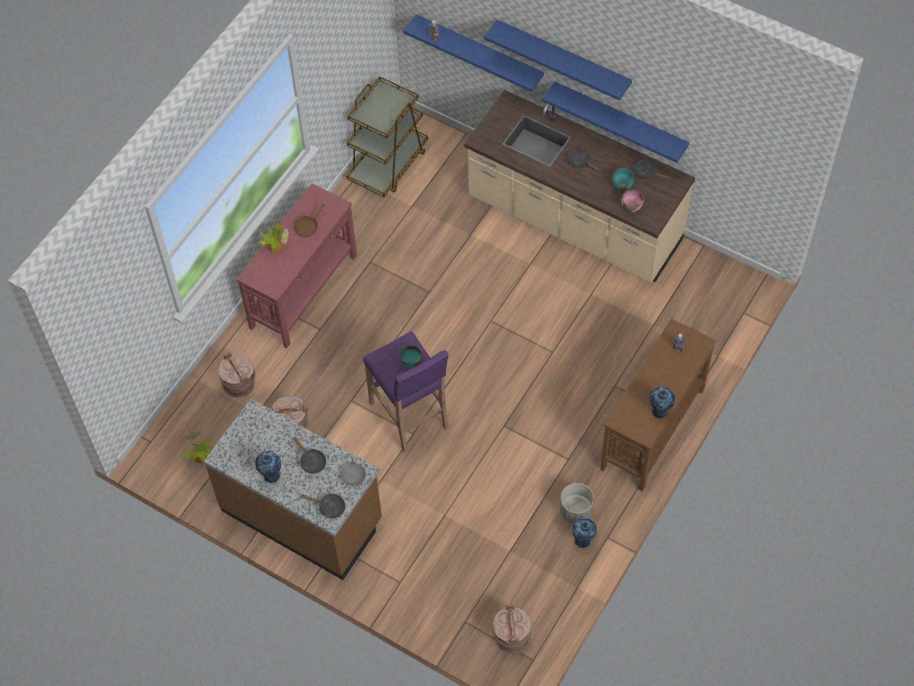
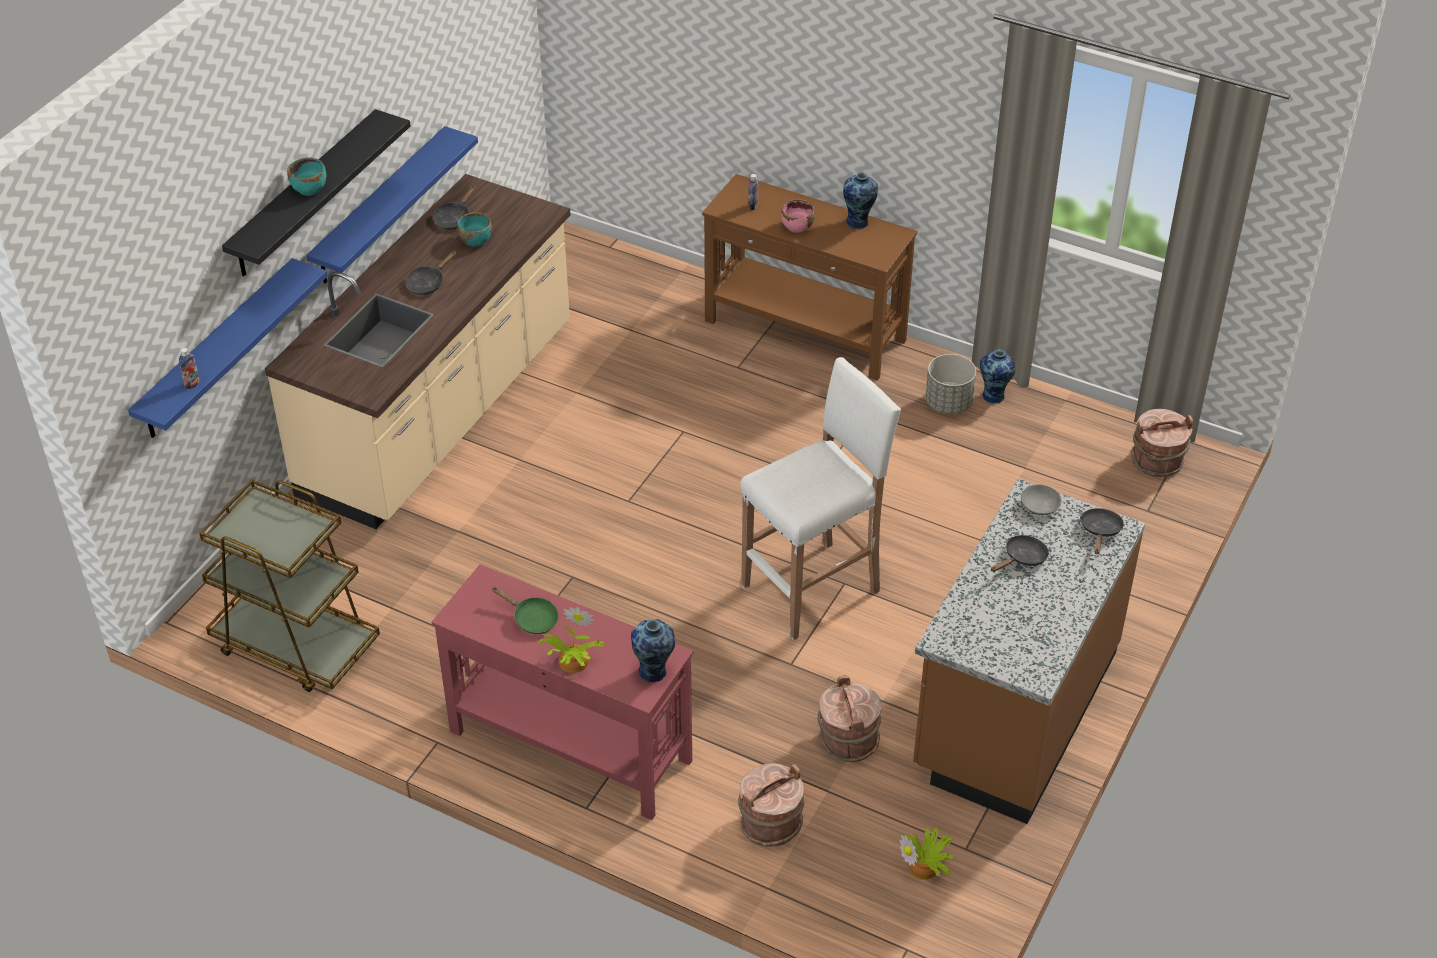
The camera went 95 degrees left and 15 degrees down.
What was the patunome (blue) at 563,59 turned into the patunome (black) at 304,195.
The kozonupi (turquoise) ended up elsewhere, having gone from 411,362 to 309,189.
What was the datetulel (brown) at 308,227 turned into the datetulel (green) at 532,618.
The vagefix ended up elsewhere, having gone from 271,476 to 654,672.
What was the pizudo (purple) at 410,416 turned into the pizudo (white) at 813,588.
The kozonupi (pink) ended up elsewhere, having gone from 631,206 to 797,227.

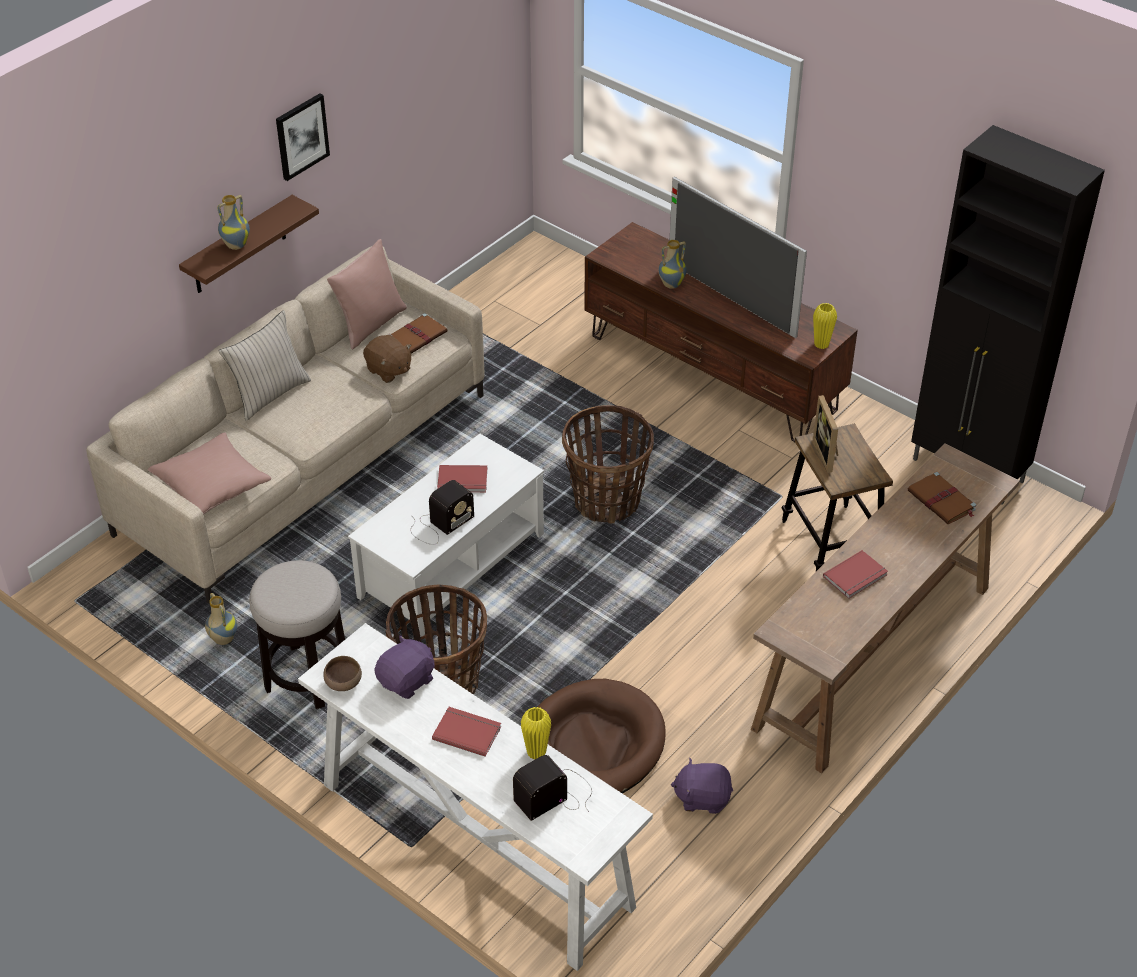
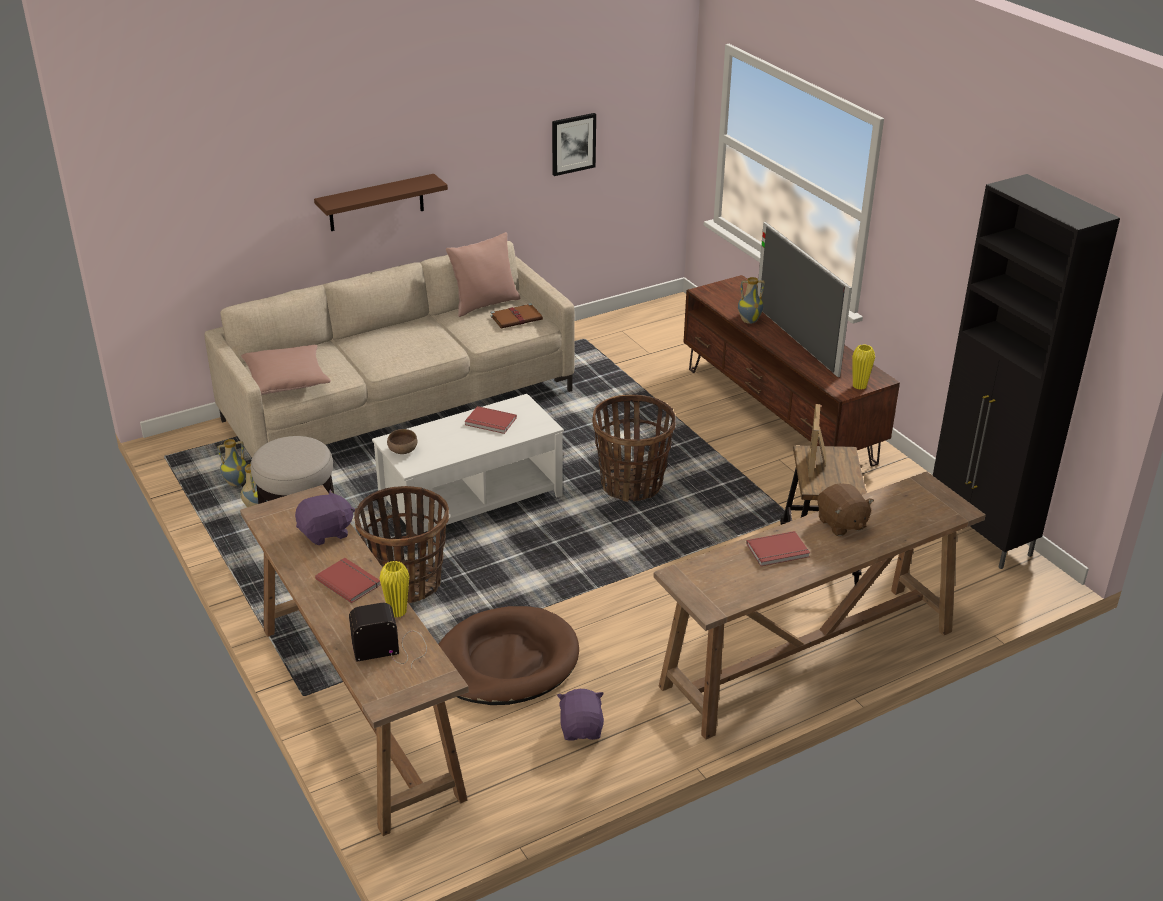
The camera went 20 degrees right and 10 degrees down.
The vagefix ended up elsewhere, having gone from 236,245 to 236,482.
What was the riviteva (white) at 473,844 turned into the riviteva (brown) at 357,708.
The kozonupi (brown) ended up elsewhere, having gone from 344,683 to 403,451.
The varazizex ended up elsewhere, having gone from 301,136 to 573,143.
The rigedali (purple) at 702,797 ended up facing another way, 60 degrees clockwise from before.
The rigedali (brown) ended up elsewhere, having gone from 388,370 to 841,524.
The second view lost the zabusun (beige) at 269,394.
The second view lost the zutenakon at 439,525.
The second view lost the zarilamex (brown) at 942,501.

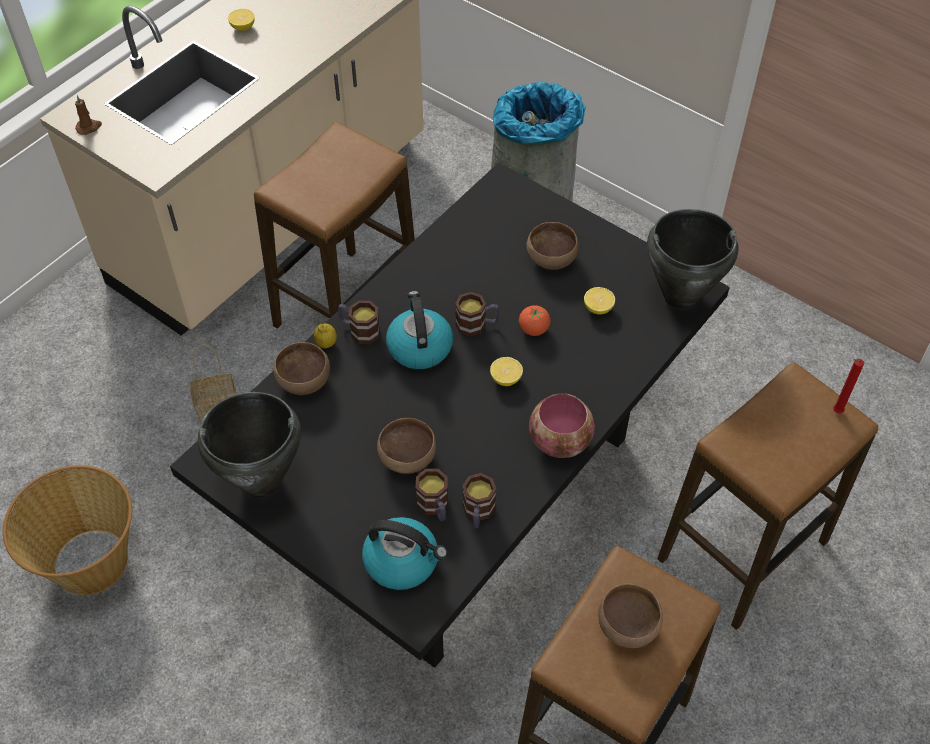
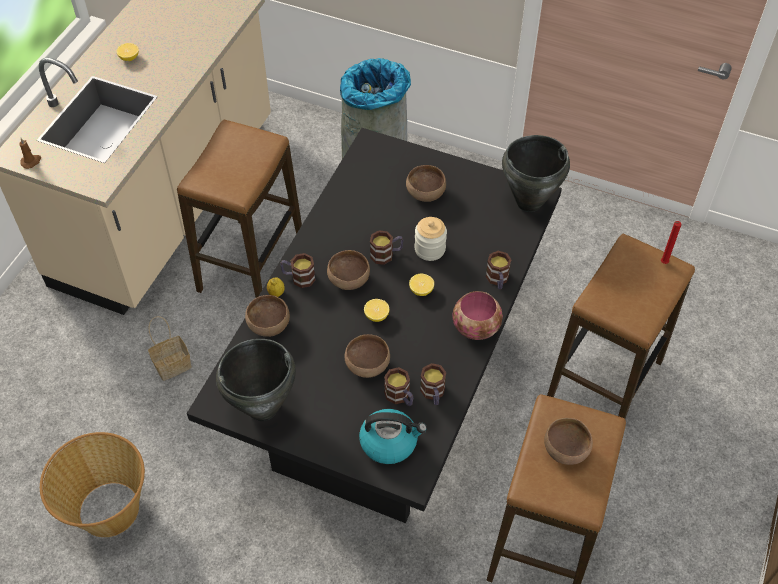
The camera went 15 degrees left and 0 degrees up.
Where the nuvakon stood at 419,346, the kozonupi (brown) came to stand at 348,280.
The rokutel ended up elsewhere, having gone from 598,308 to 376,316.
Where the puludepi stood at 533,329, the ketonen came to stand at 430,249.
The second view gained the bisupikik at 497,280.

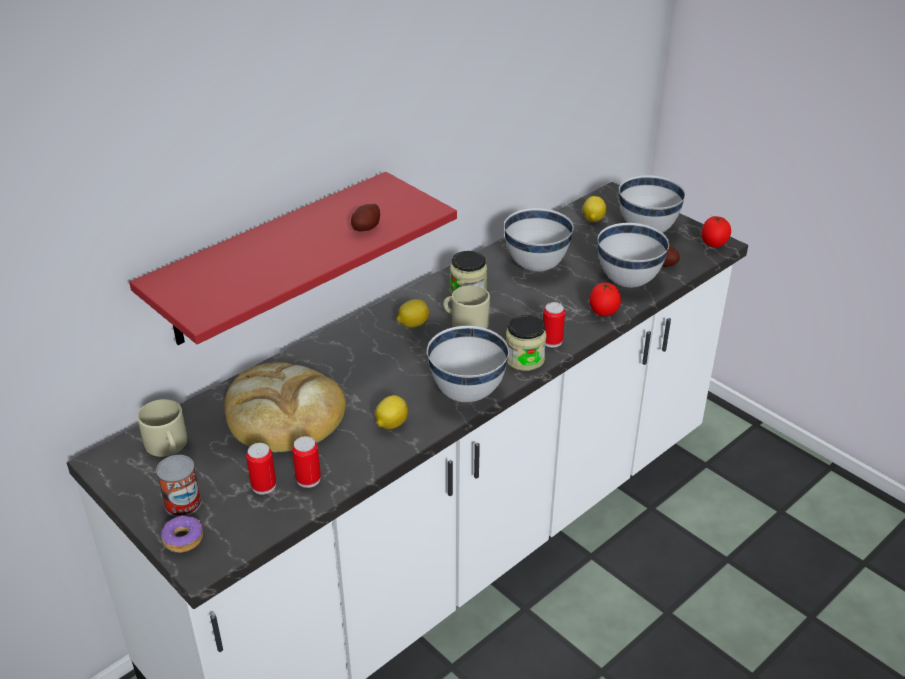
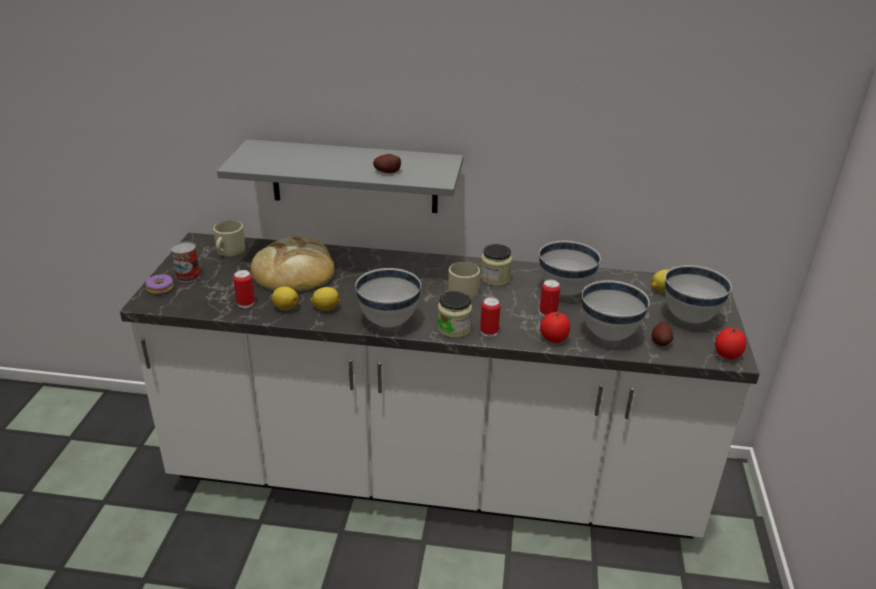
The camera went 50 degrees right and 5 degrees down.
What was the patunome (red) at 272,259 turned into the patunome (grey) at 354,176.
The rokutel ended up elsewhere, having gone from 412,324 to 285,307.
The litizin ended up elsewhere, having gone from 264,486 to 548,312.

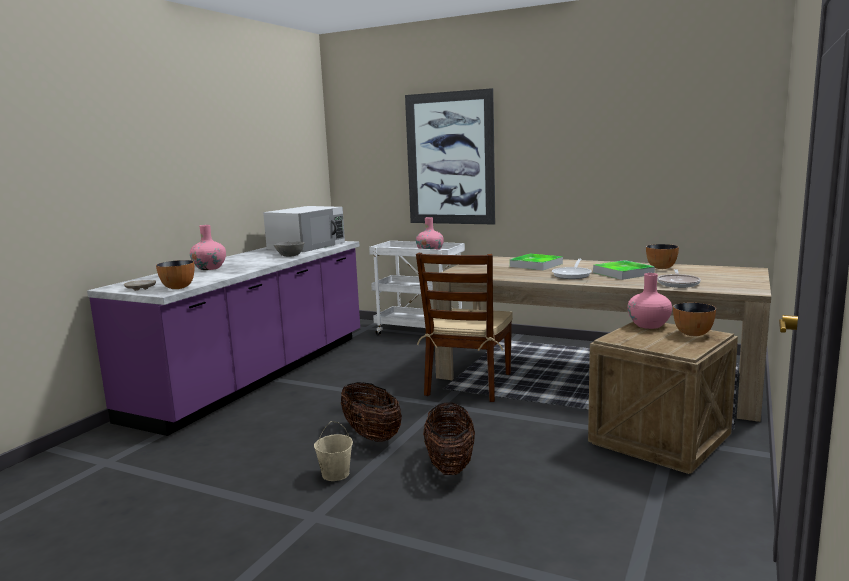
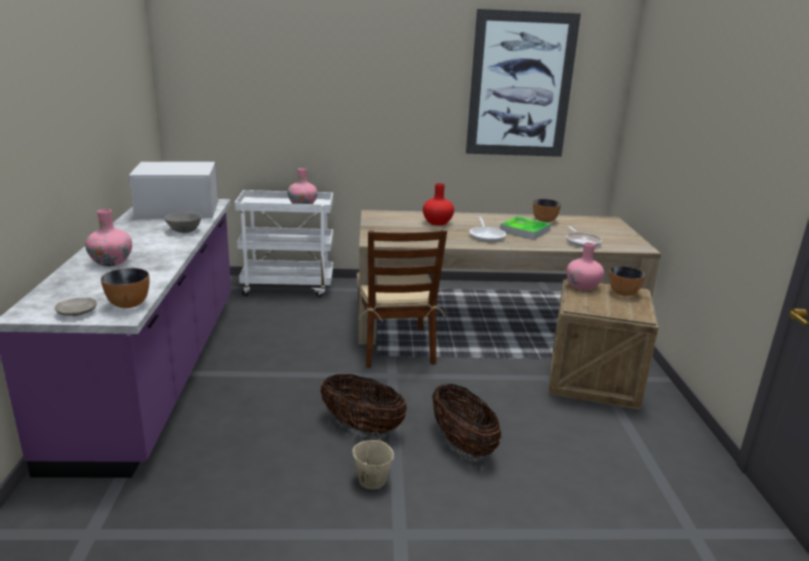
The camera went 30 degrees left and 10 degrees up.
The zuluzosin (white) at 307,245 ended up facing another way, 105 degrees counterclockwise from before.
Where the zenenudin stood at 536,265, the vagefix (red) came to stand at 437,222.
The varazizex ended up elsewhere, having gone from 450,159 to 520,85.

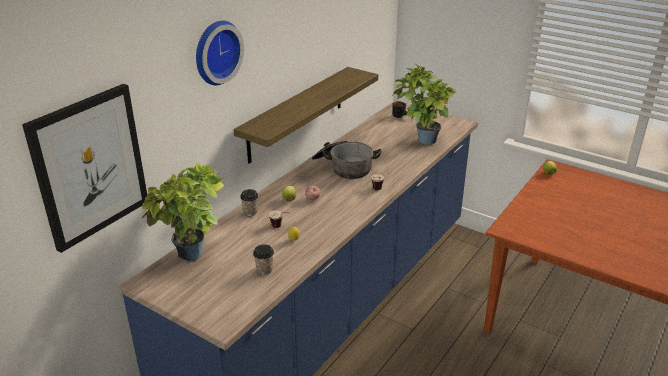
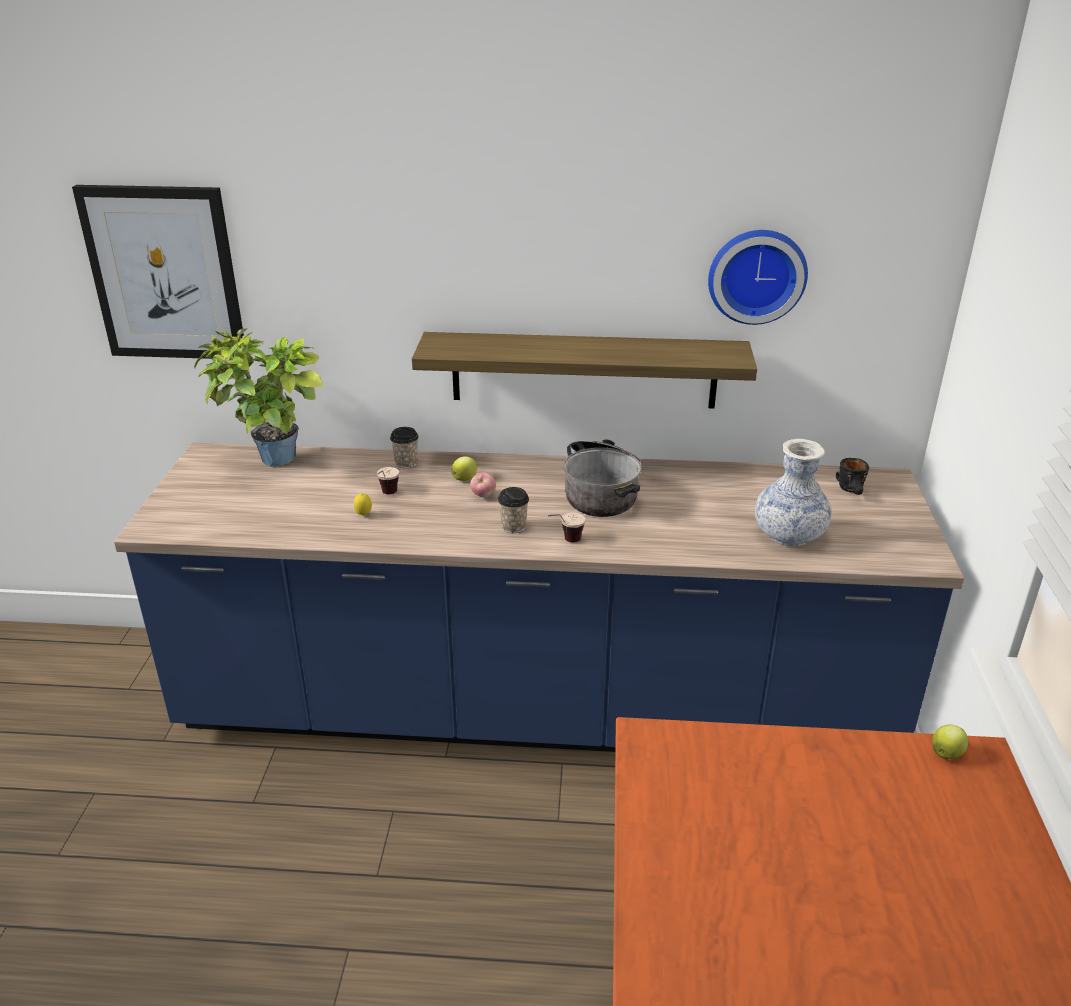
The camera went 60 degrees right and 0 degrees up.
The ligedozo ended up elsewhere, having gone from 264,270 to 513,527.
The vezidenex ended up elsewhere, having gone from 215,52 to 756,275.
Where the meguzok stood at 421,141, the vagefix came to stand at 789,535.

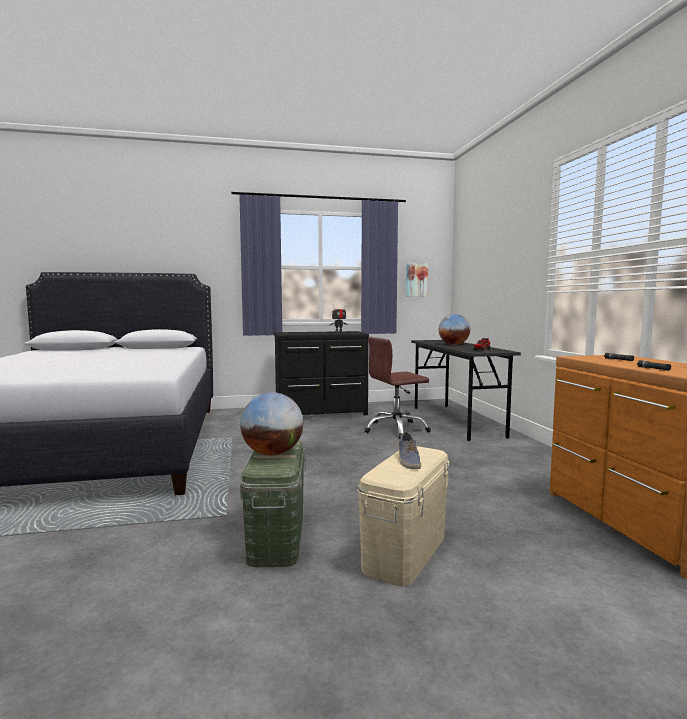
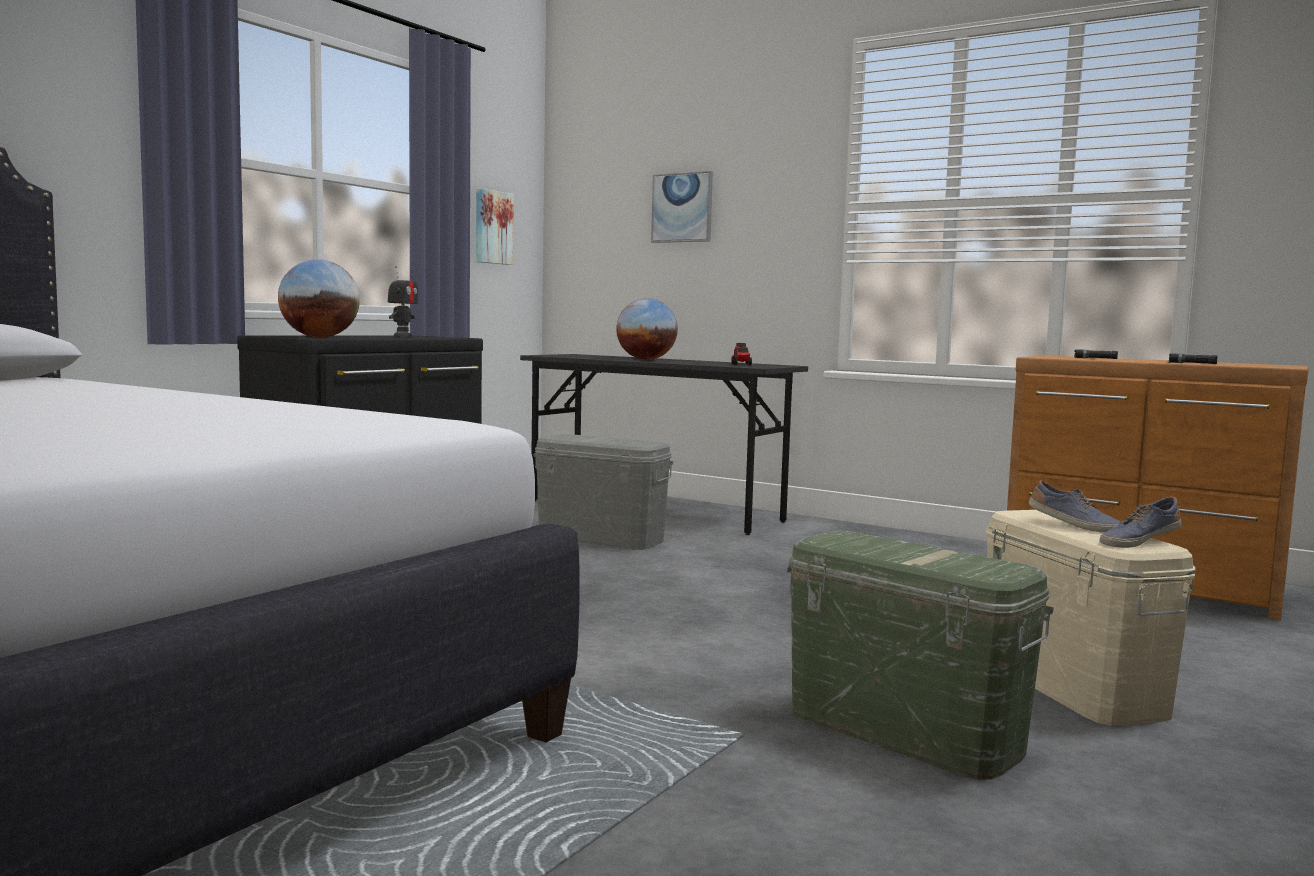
The camera went 45 degrees left and 0 degrees up.
The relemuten ended up elsewhere, having gone from 272,453 to 319,337.
Where the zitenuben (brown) stood at 396,429, the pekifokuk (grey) came to stand at 600,538.
The second view gained the varazizex at 682,208.
The second view gained the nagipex at 1138,542.

